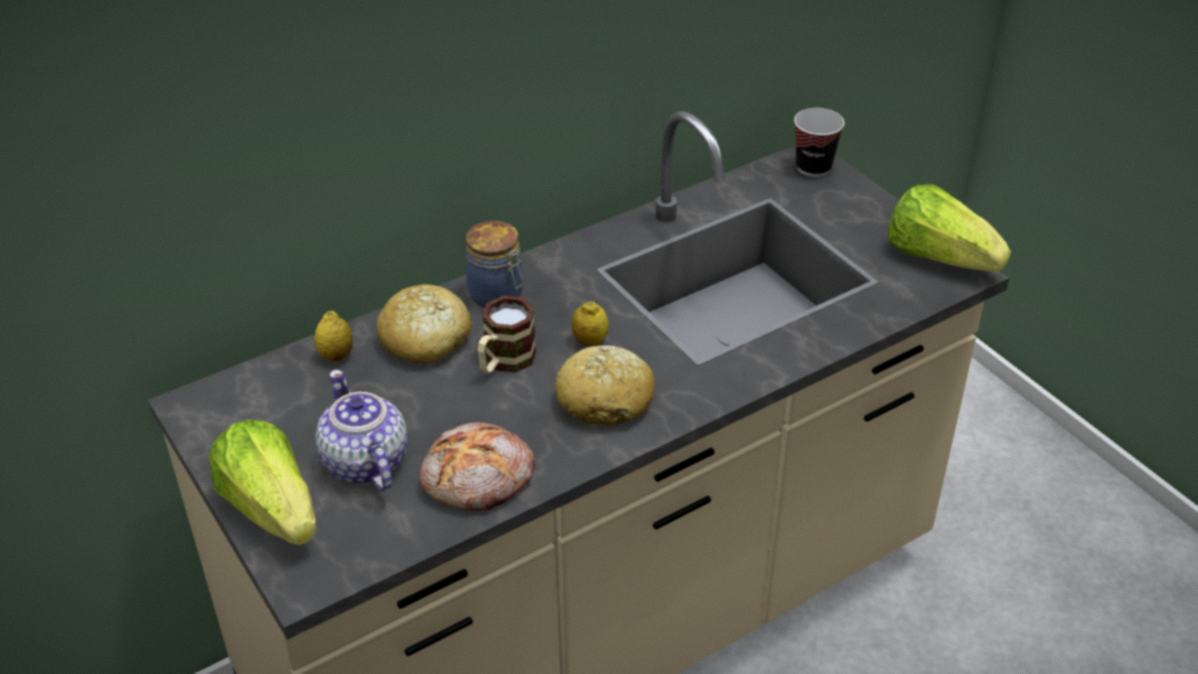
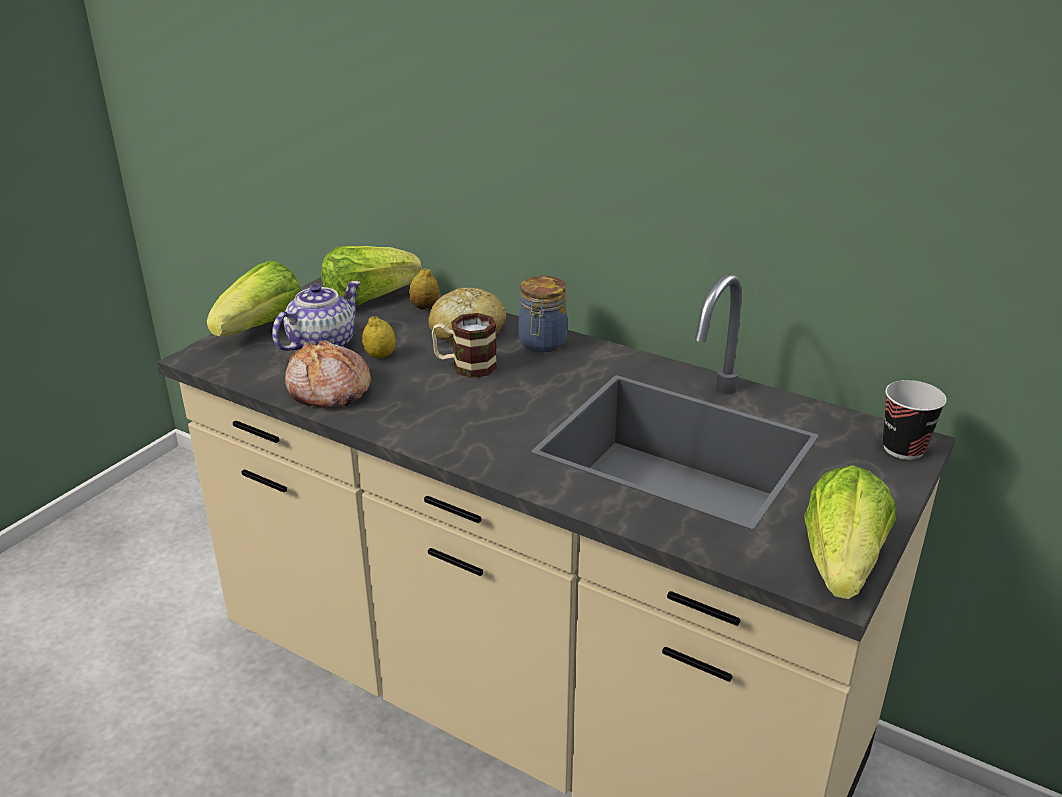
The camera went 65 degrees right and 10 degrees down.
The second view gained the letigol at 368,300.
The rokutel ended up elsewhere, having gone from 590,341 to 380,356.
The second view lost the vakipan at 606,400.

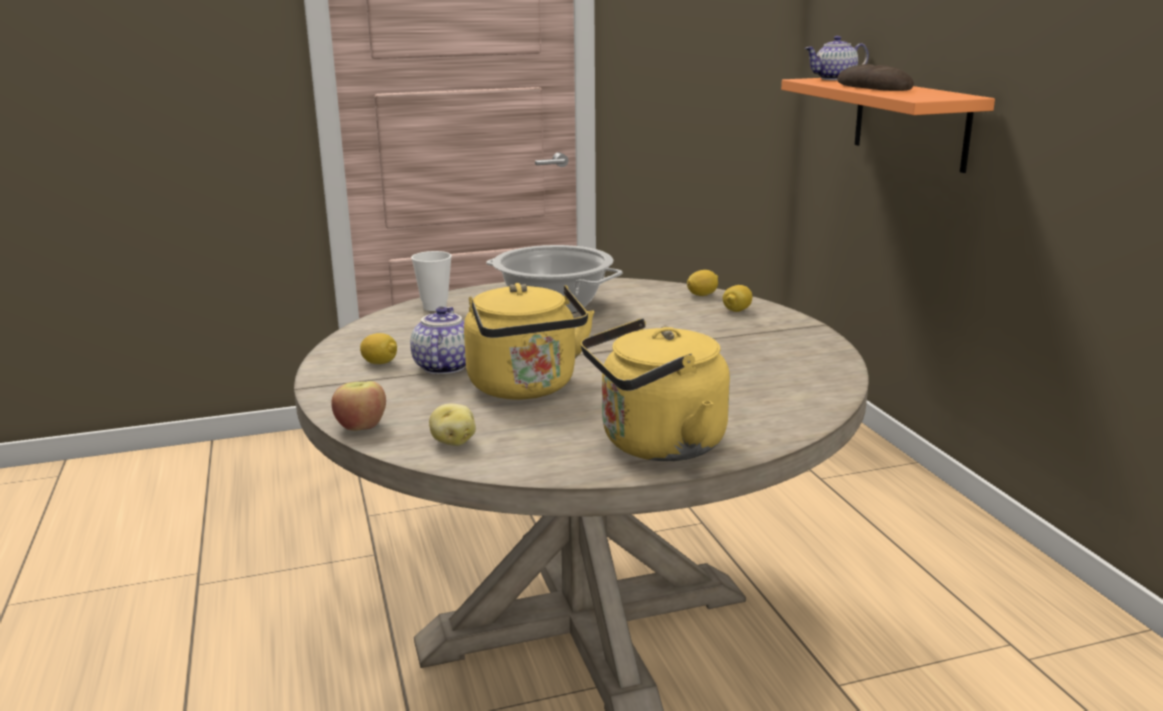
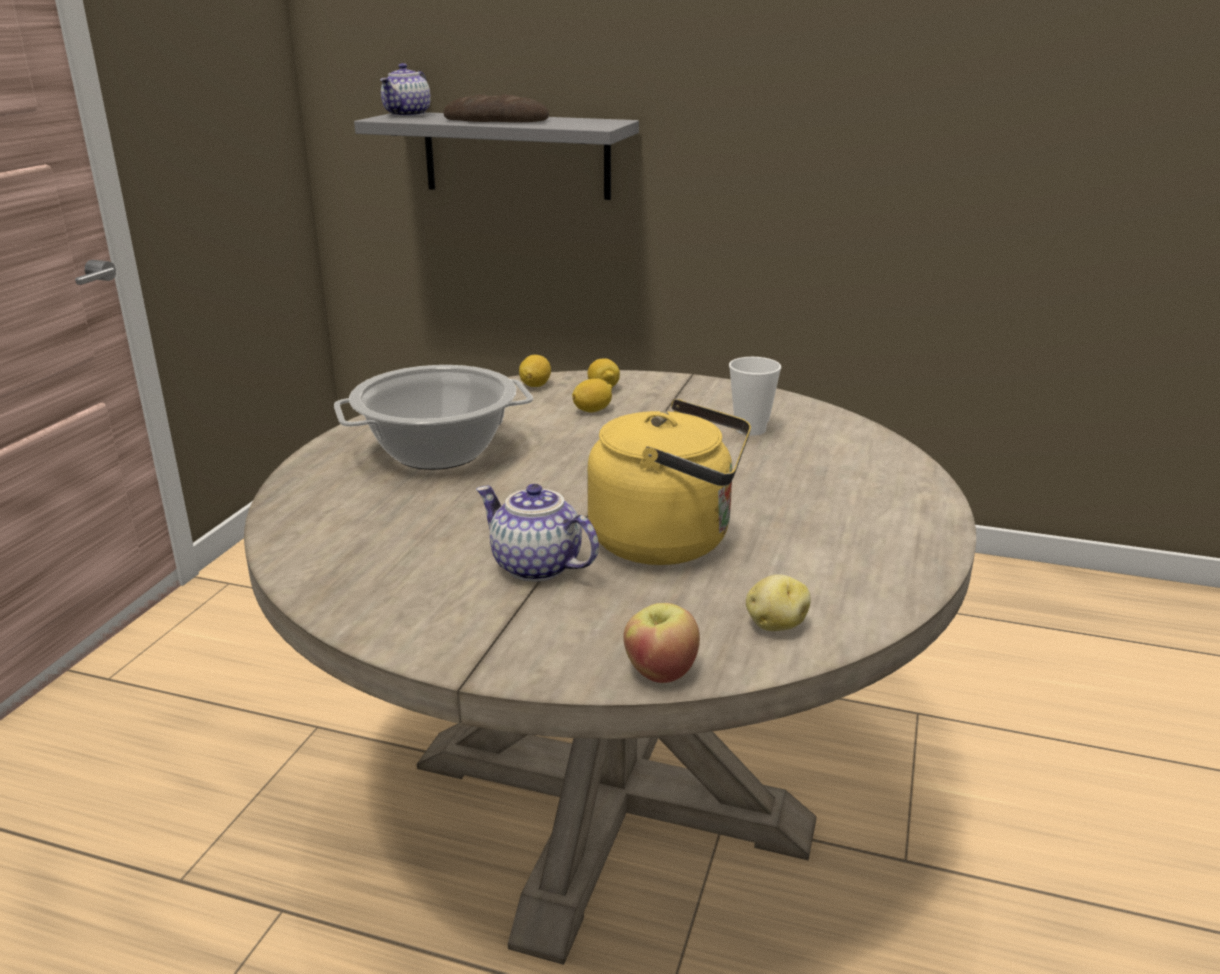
The camera went 55 degrees left and 5 degrees up.
What was the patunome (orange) at 910,122 turned into the patunome (grey) at 516,155.
The rokutel ended up elsewhere, having gone from 380,363 to 592,410.
The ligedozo ended up elsewhere, having gone from 434,307 to 750,429.
The second view lost the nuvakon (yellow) at 656,445.

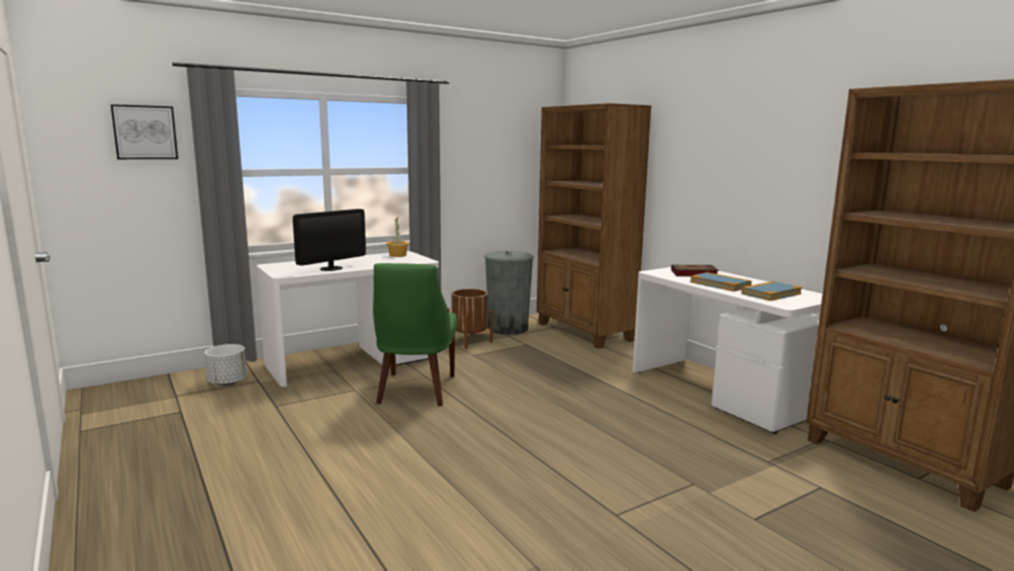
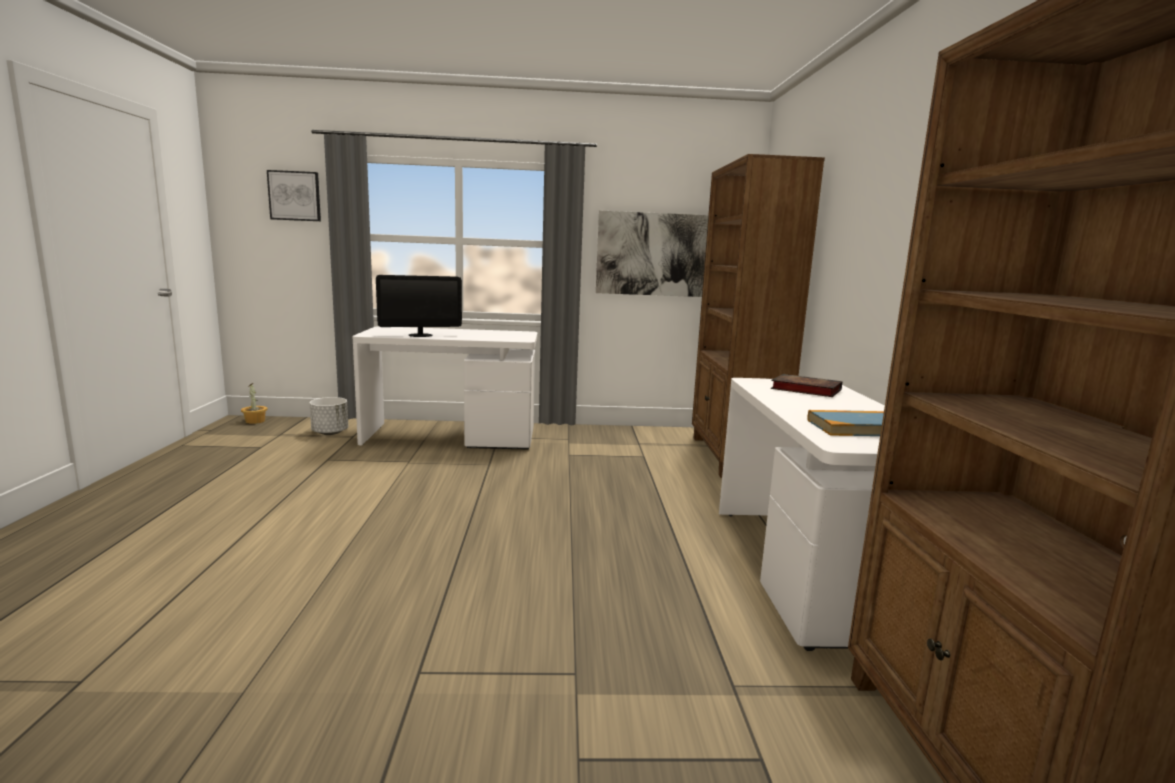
The camera went 30 degrees right and 0 degrees up.
The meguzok ended up elsewhere, having gone from 398,255 to 255,421.
The second view gained the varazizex at 657,254.
The second view lost the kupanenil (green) at 415,391.
The second view lost the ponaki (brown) at 469,341.
The second view lost the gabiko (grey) at 508,328.
The second view lost the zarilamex at 720,284.

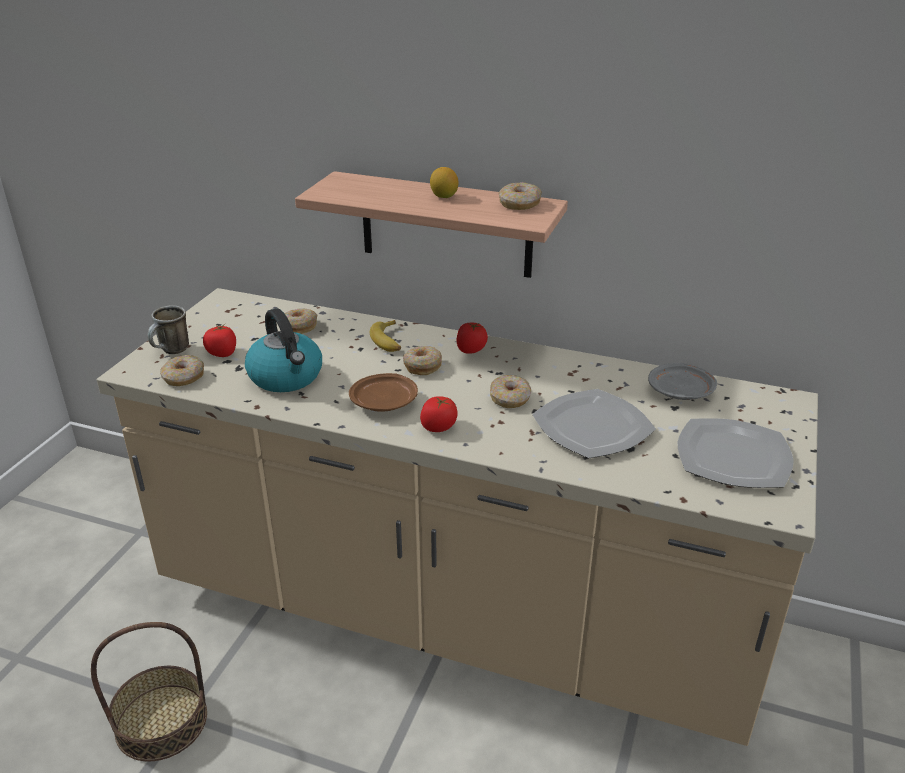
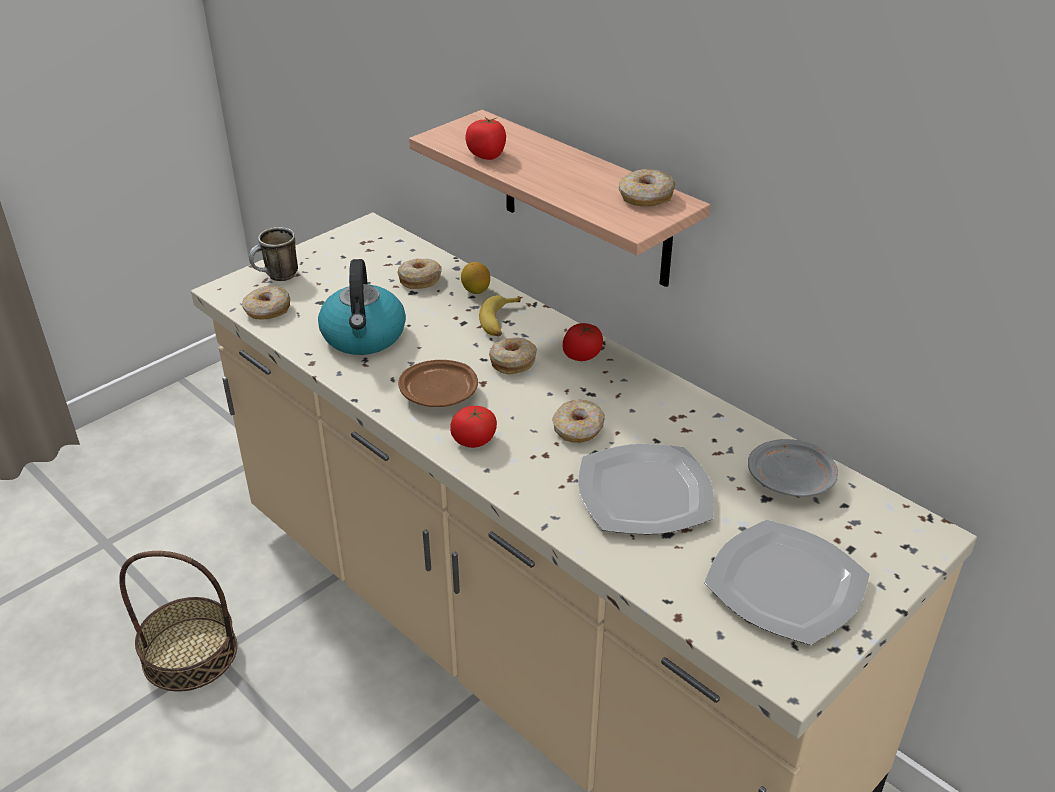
The camera went 25 degrees right and 5 degrees up.
The rokutel ended up elsewhere, having gone from 444,196 to 476,291.
The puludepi ended up elsewhere, having gone from 222,353 to 487,155.

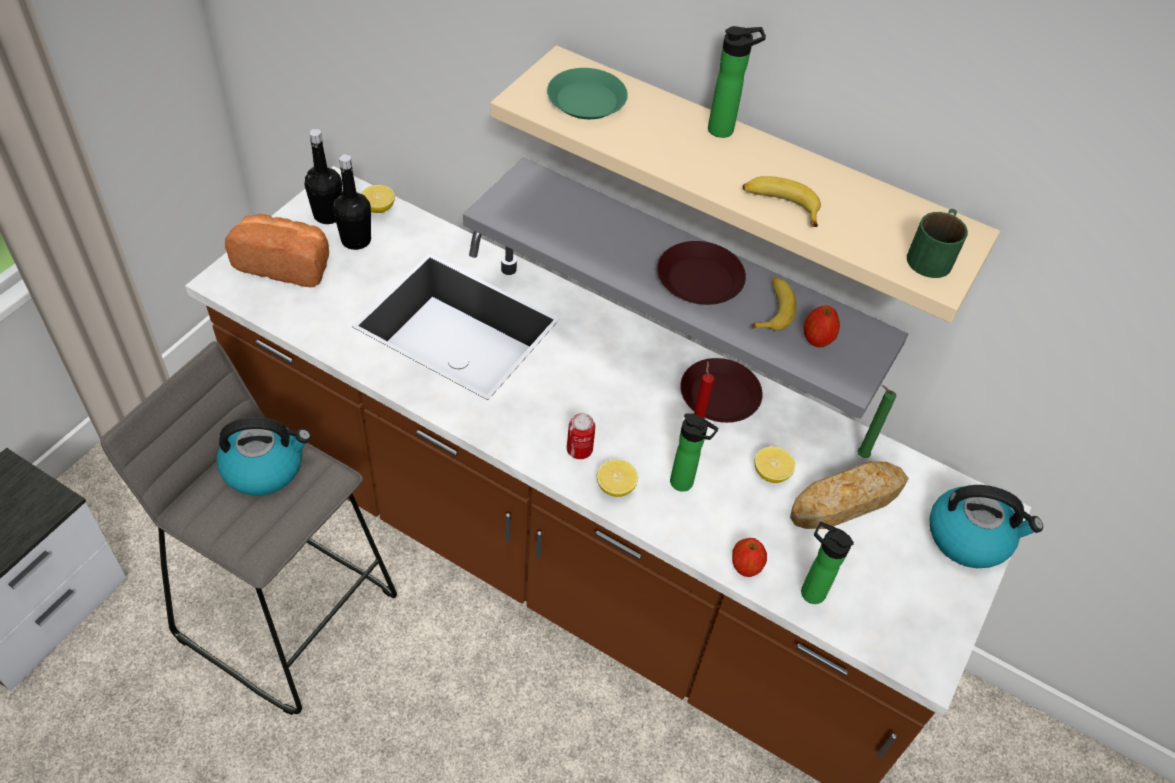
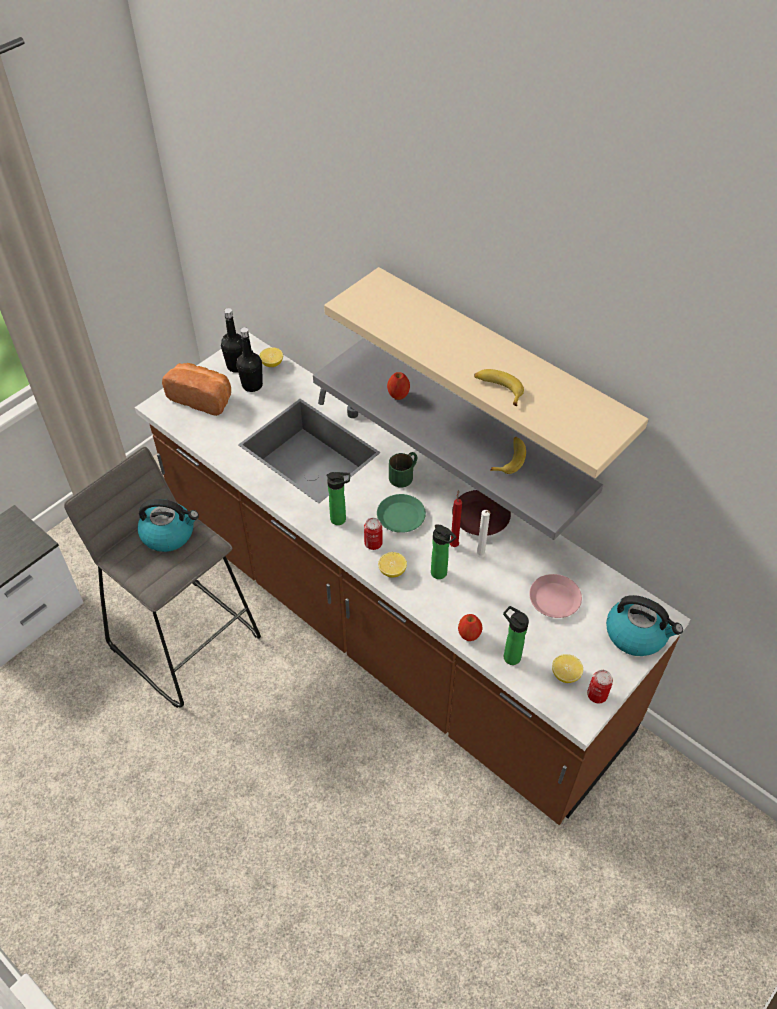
The camera went 15 degrees right and 0 degrees up.
The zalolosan ended up elsewhere, having gone from 724,129 to 340,519.
The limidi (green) ended up elsewhere, having gone from 586,101 to 400,517.
The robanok ended up elsewhere, having gone from 817,339 to 398,395.
The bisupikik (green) ended up elsewhere, having gone from 933,254 to 404,474.
The second view gained the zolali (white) at 481,557.
Where the vakipan stood at 848,500, the limidi (pink) came to stand at 554,599.
The rokutel ended up elsewhere, having gone from 771,473 to 565,674.
The second view gained the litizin at 597,695.
The second view lost the limidi (brown) at 700,280.
The second view lost the zolali (green) at 860,455.

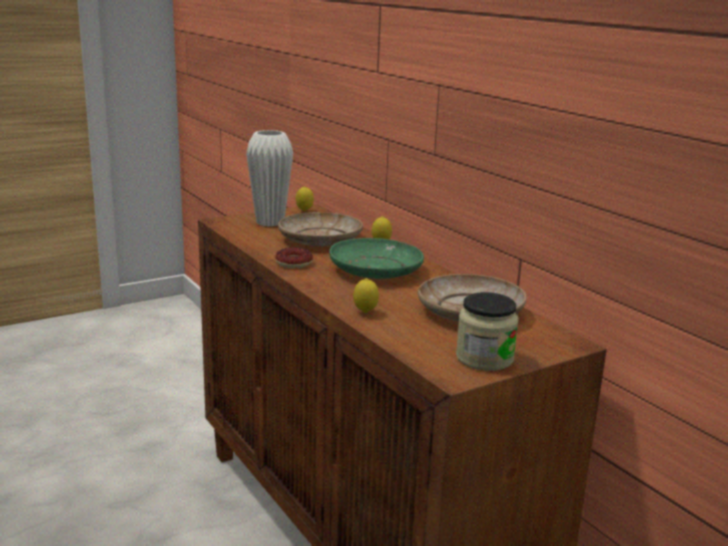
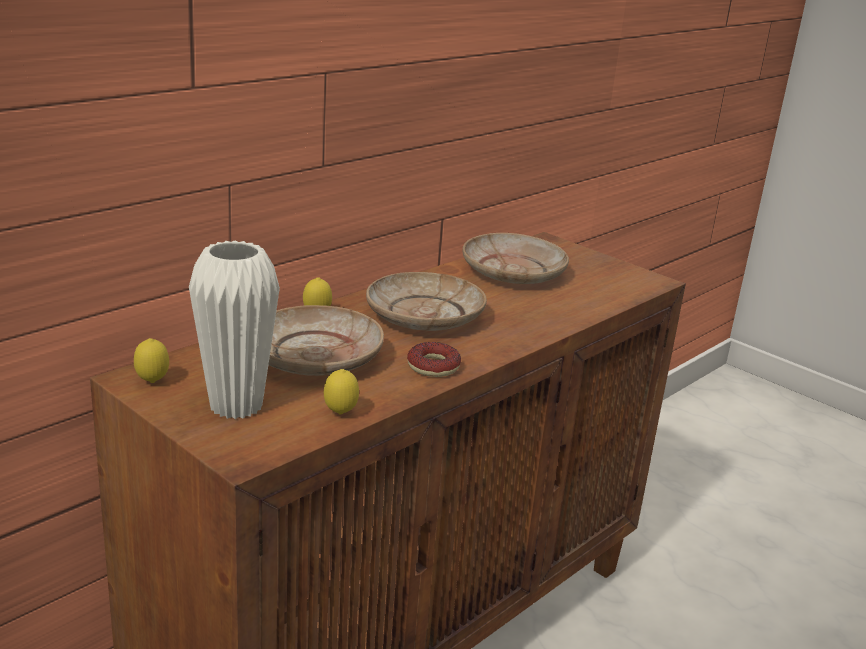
The camera went 105 degrees left and 5 degrees up.
The rokutel ended up elsewhere, having gone from 365,312 to 340,414.
What was the limidi (green) at 375,270 turned into the limidi (beige) at 424,316.
The second view lost the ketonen at 484,358.

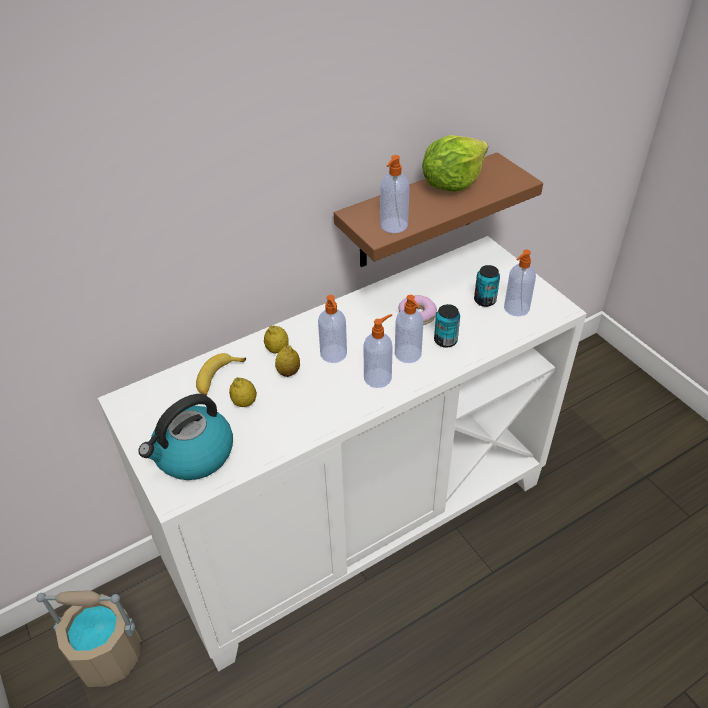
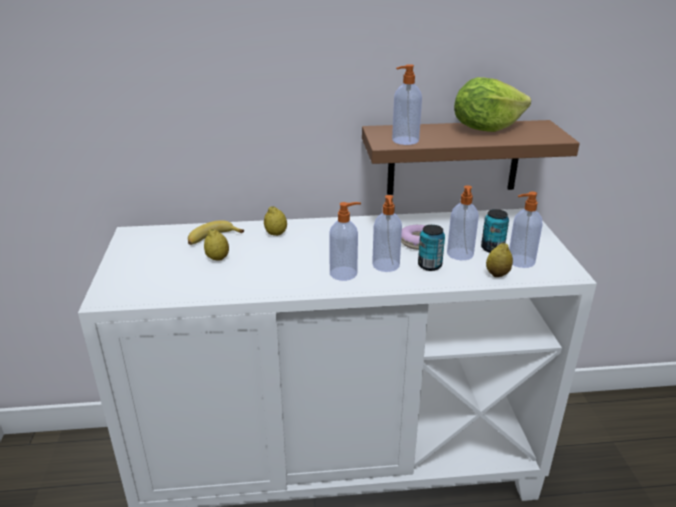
The camera went 25 degrees right and 15 degrees down.
The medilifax ended up elsewhere, having gone from 334,354 to 460,254.
The rokutel ended up elsewhere, having gone from 288,372 to 497,274.
The second view lost the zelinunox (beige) at 109,655.
The second view lost the nuvakon at 193,455.

